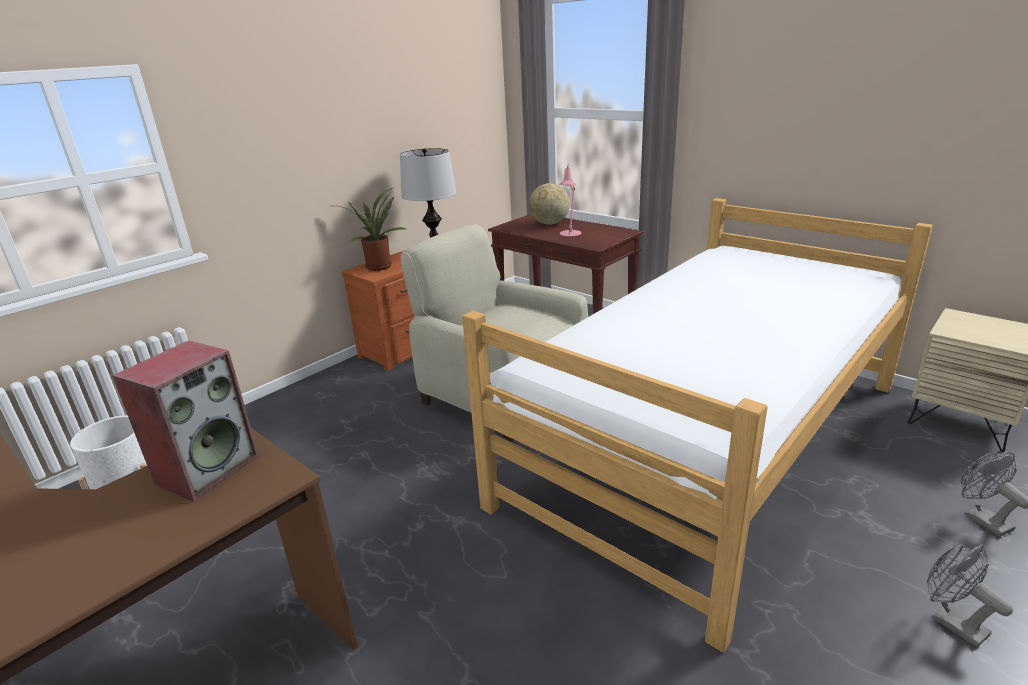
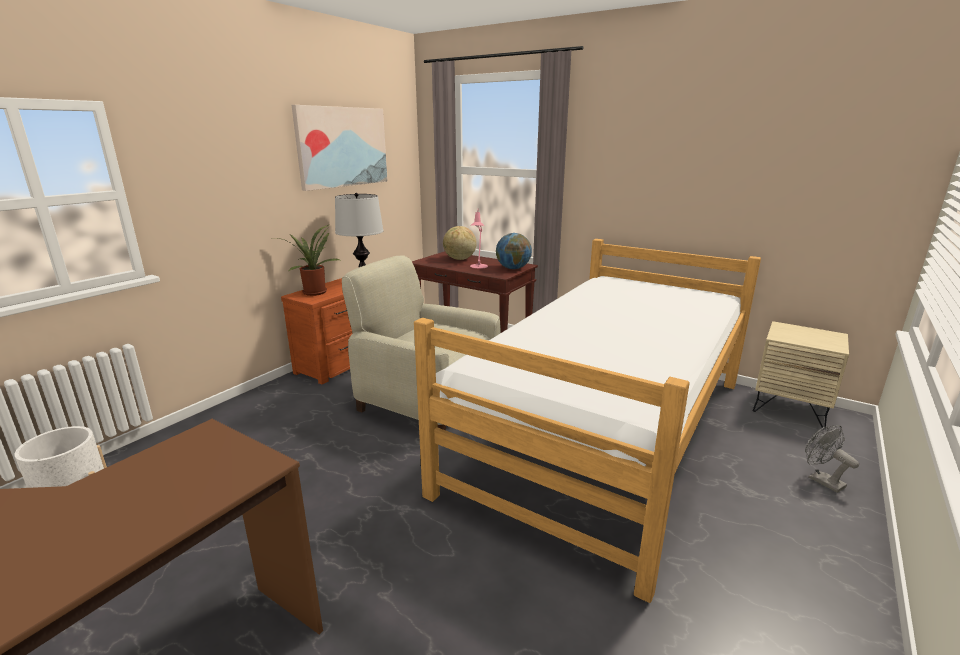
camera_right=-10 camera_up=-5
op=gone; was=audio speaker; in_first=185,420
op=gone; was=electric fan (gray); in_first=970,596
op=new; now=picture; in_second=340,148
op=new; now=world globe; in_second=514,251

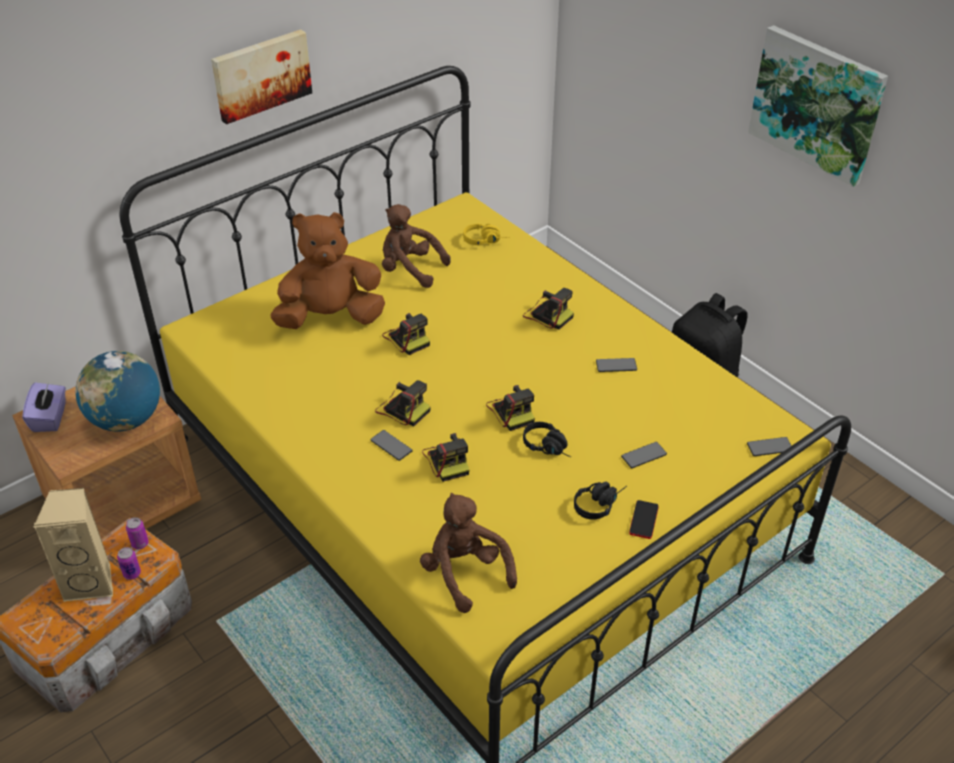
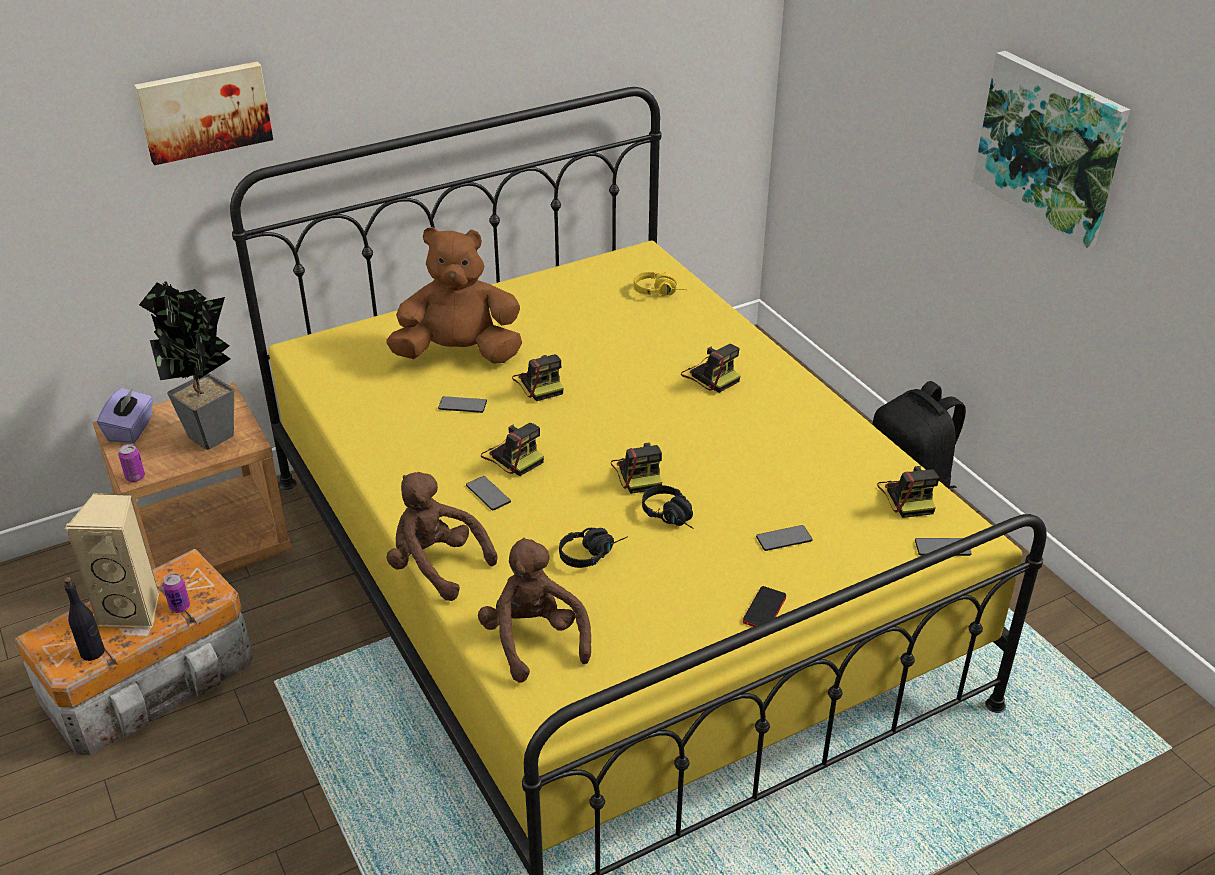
camera_right=10 camera_up=-5
op=shifted; was=picture; in_first=261,76; in_second=203,113
op=shifted; was=plush toy (brown); in_first=416,246; in_second=442,536
op=swapped; was=world globe; now=plant in a pot; in_first=117,391; in_second=186,365
op=shifted; was=telephone; in_first=616,365; in_second=462,404
op=shifted; was=photo camera; in_first=445,457; in_second=908,492
op=shifted; was=headset (black); in_first=600,501; in_second=593,548
op=shifted; was=metal can; in_first=137,533; in_second=131,463
op=new; now=drink bottle (black); in_second=84,619

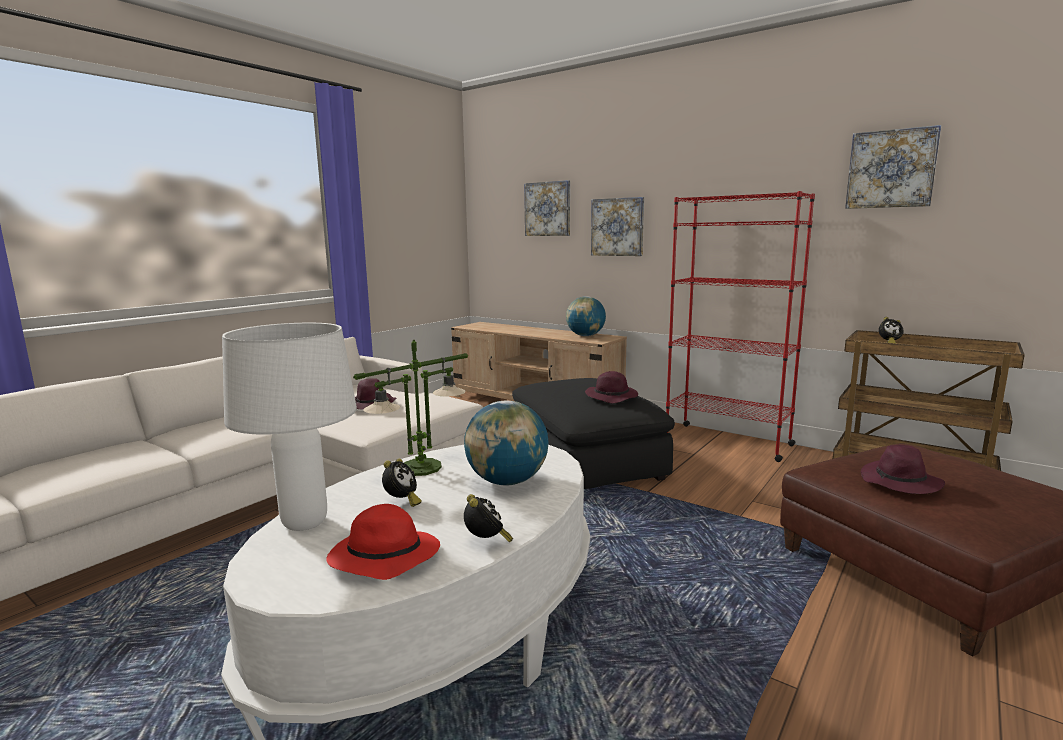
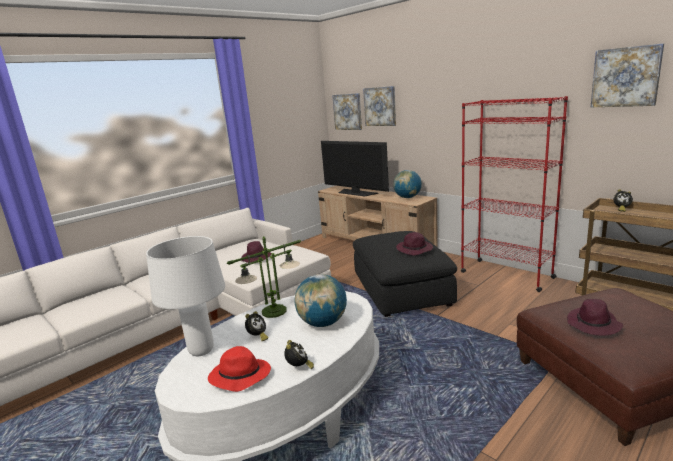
camera_right=10 camera_up=5
op=shifted; was=picture; in_first=617,226; in_second=347,111
op=new; now=TV; in_second=355,169

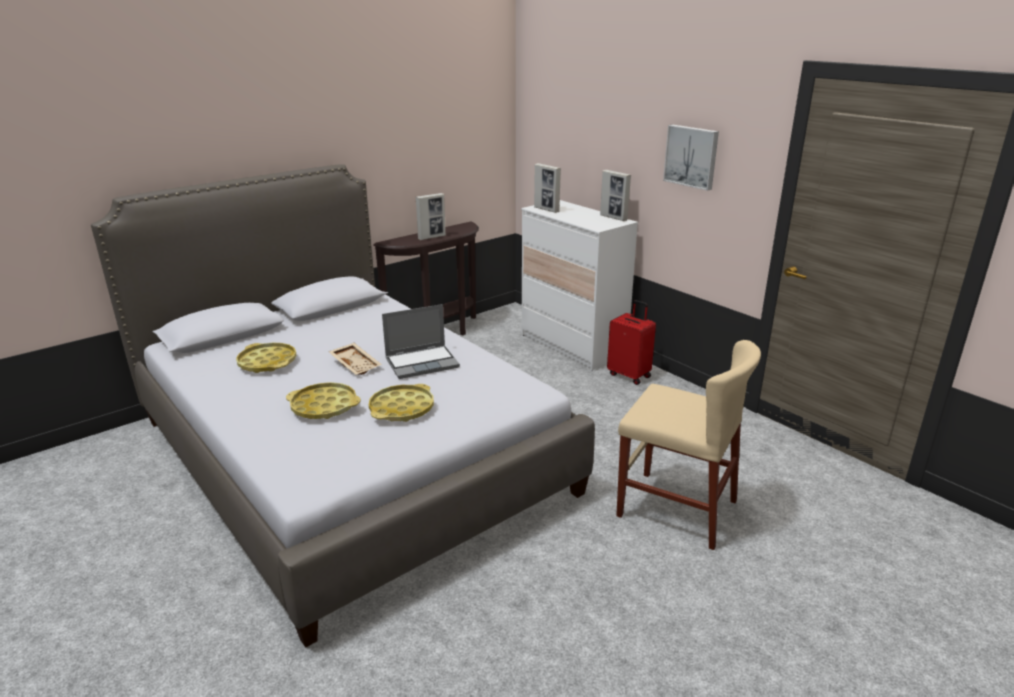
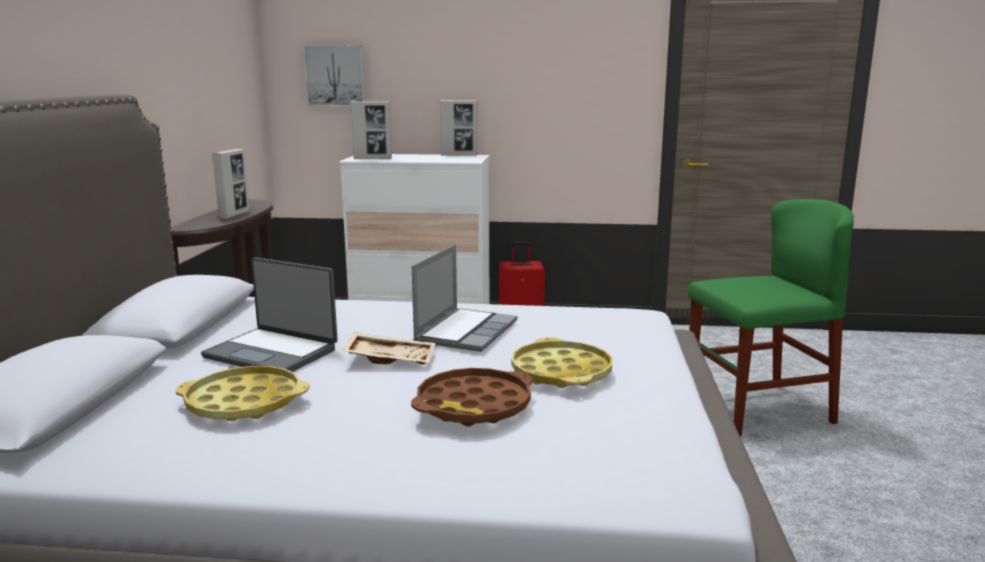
camera_right=-45 camera_up=-10
op=shifted; was=picture; in_first=691,158; in_second=334,76
op=repainted; was=upright chair (sand-coloured); now=upright chair (greenish); in_first=688,445; in_second=771,318
op=repainted; was=tray (yellow); now=tray (brown); in_first=323,400; in_second=472,397
op=new; now=portable computer; in_second=269,314

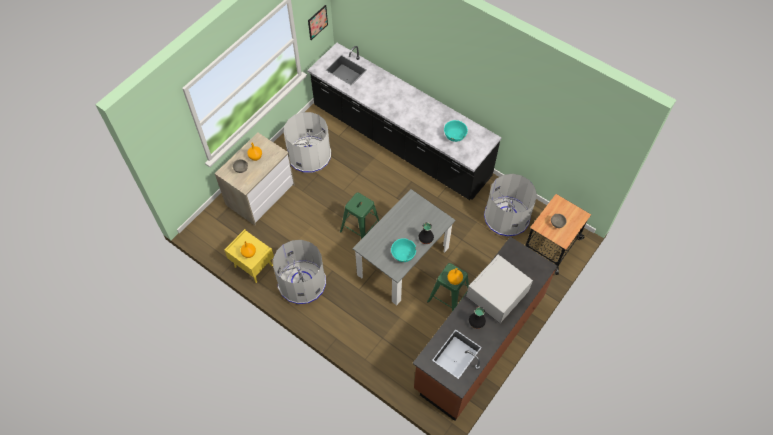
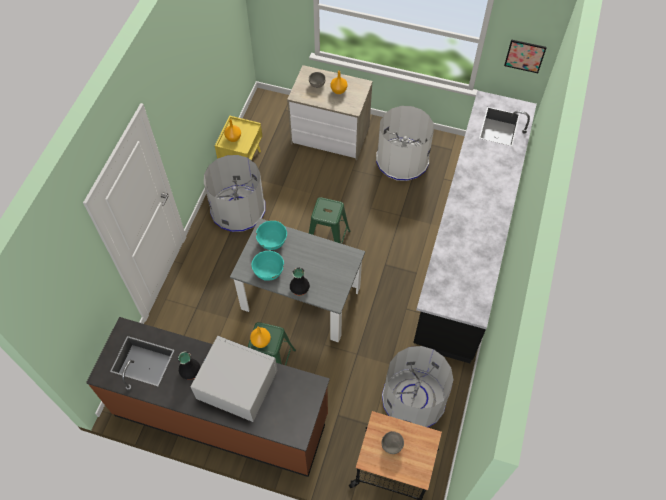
camera_right=70 camera_up=0
op=shifted; was=serving bowl (turquoise); in_first=456,131; in_second=271,235

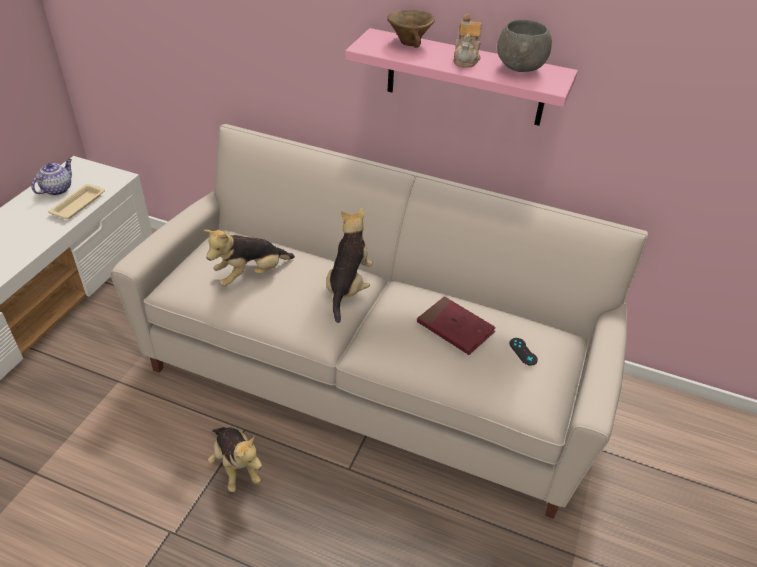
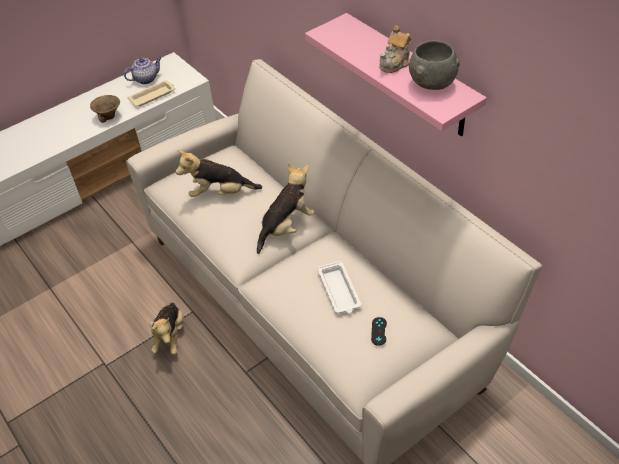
camera_right=35 camera_up=5
op=shifted; was=serving bowl (brown); in_first=411,28; in_second=105,109
op=swapped; was=bound book (reddish); now=tray (white); in_first=456,325; in_second=339,287

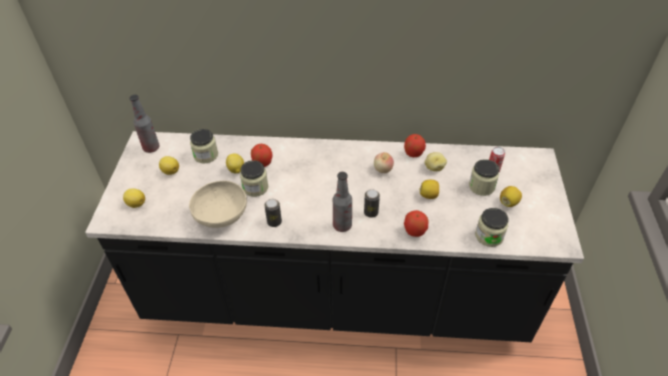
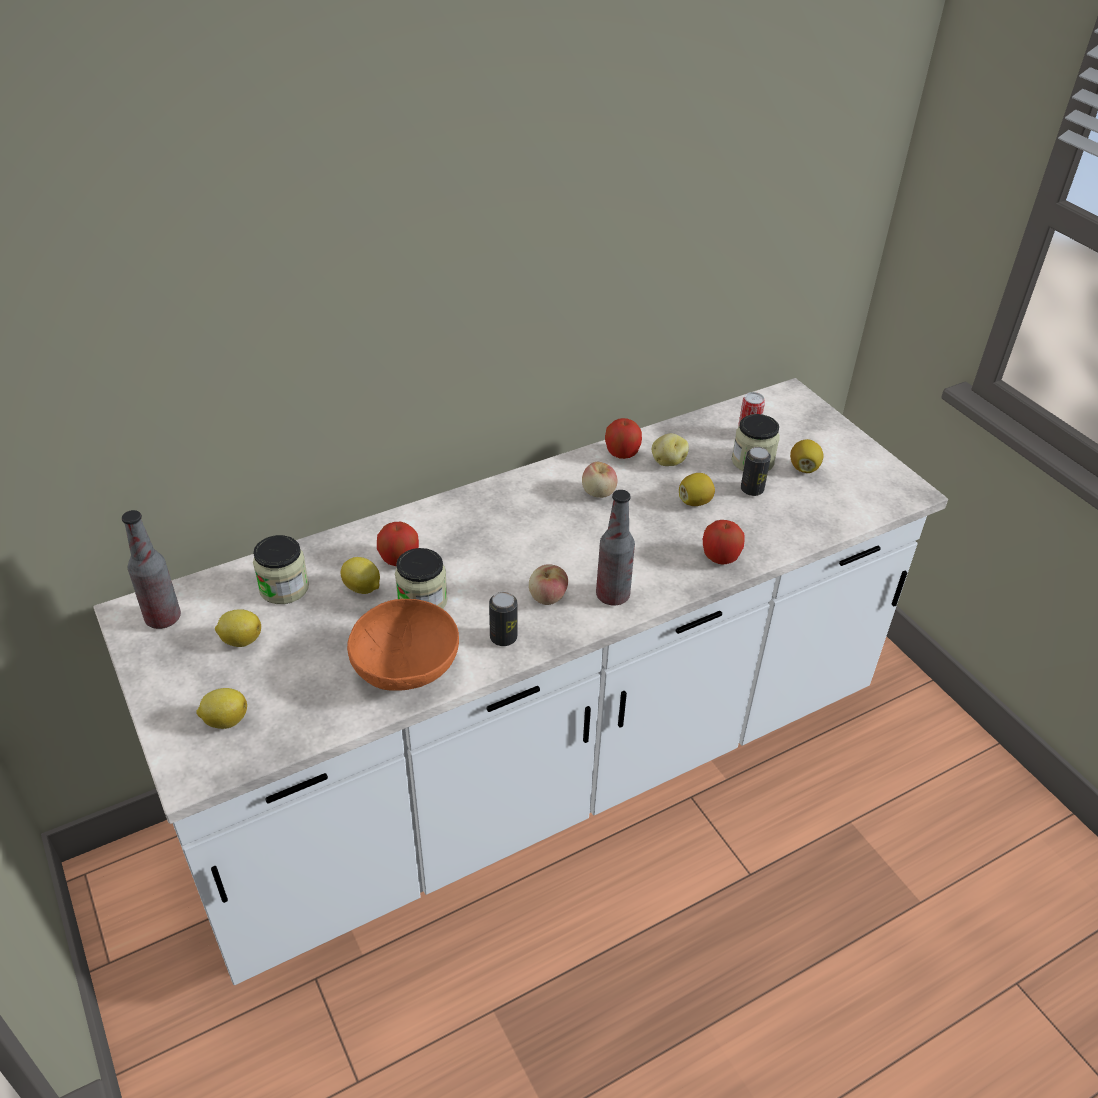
camera_right=-35 camera_up=-5
op=repainted; was=kitchen base unit (black); now=kitchen base unit (white); in_first=334,236; in_second=520,681
op=repainted; was=serving bowl (sand-coloured); now=serving bowl (orange-coloured); in_first=218,204; in_second=403,645
op=shifted; was=metal can; in_first=372,203; in_second=756,471
op=gone; was=jar; in_first=492,227
op=new; now=apple; in_second=548,584

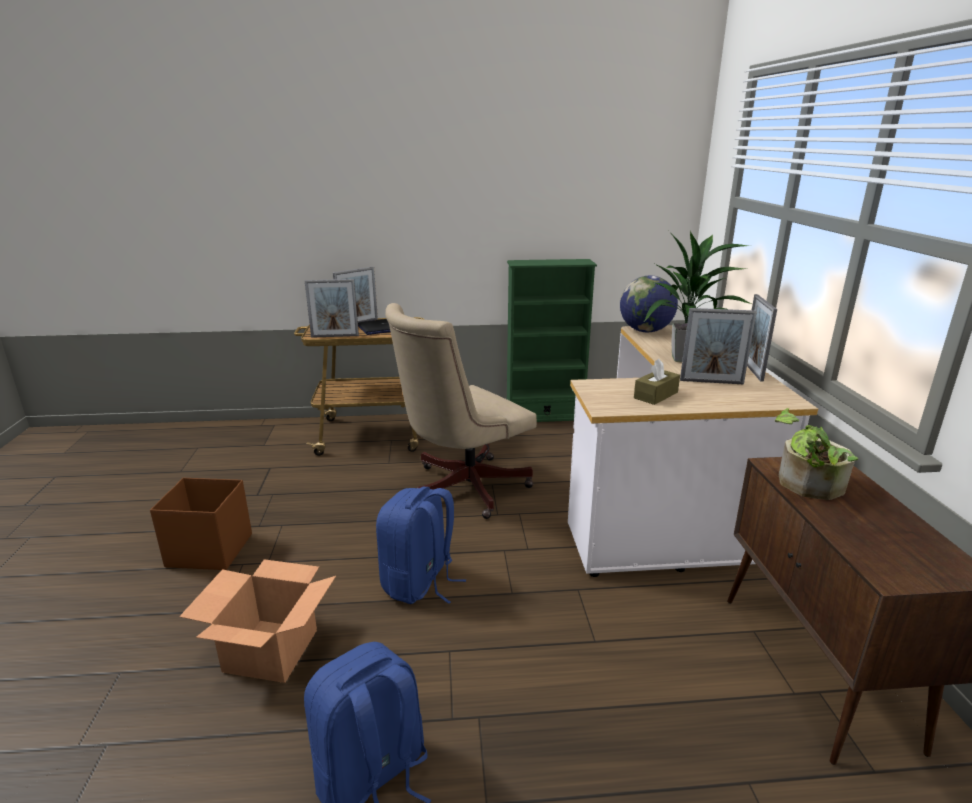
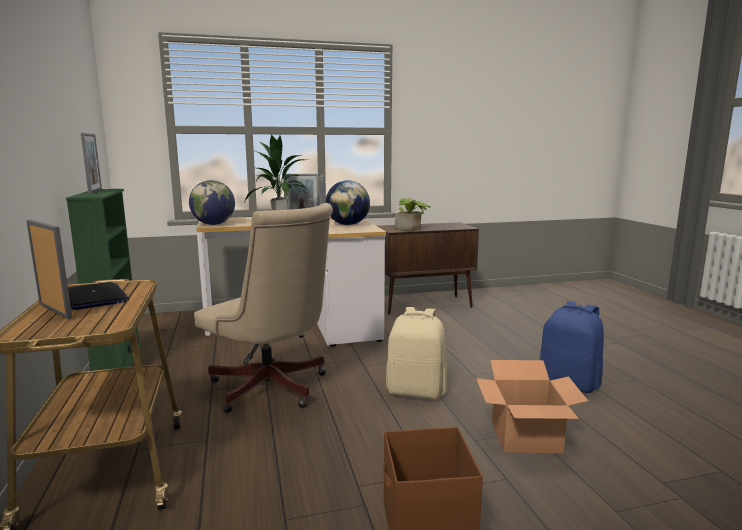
camera_right=-100 camera_up=-10
op=shifted; was=photo frame; in_first=332,308; in_second=91,163
op=swapped; was=box of tissues (brown); now=world globe; in_first=657,382; in_second=347,202
op=repainted; was=rucksack (blue-coloured); now=rucksack (sand-coloured); in_first=421,545; in_second=416,353

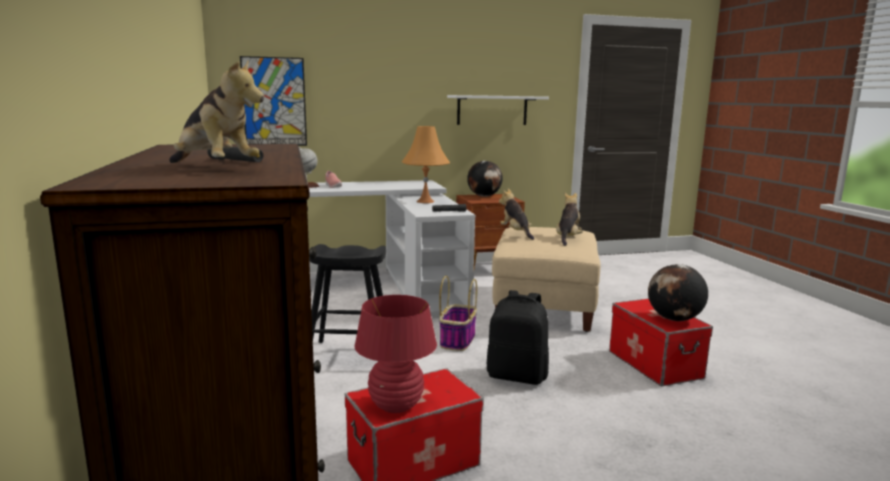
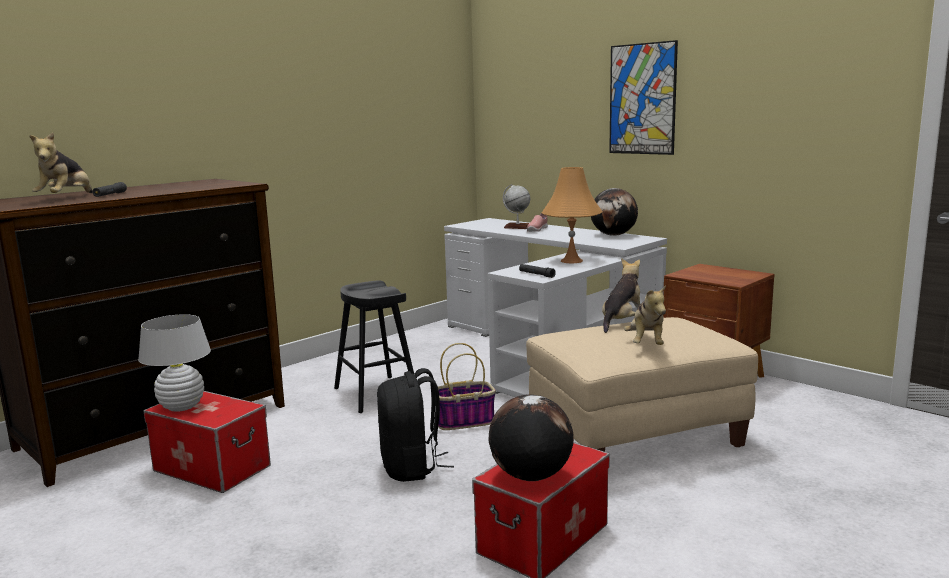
camera_right=60 camera_up=0
op=shifted; was=picture; in_first=273,101; in_second=643,97
op=gone; was=bracket shelf (white); in_first=498,110
op=shifted; was=world globe; in_first=485,179; in_second=614,212
op=rotated; was=plush toy; in_first=569,219; in_second=645,315; clockwise=105
op=repainted; was=table lamp (reddish); now=table lamp (white); in_first=395,354; in_second=174,363

